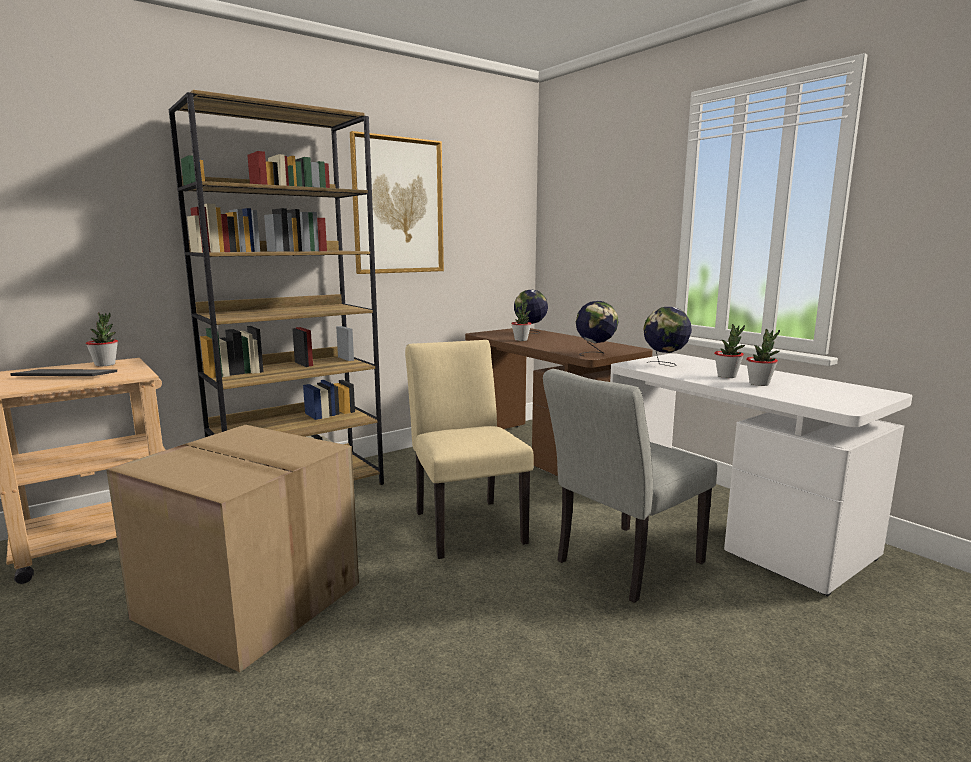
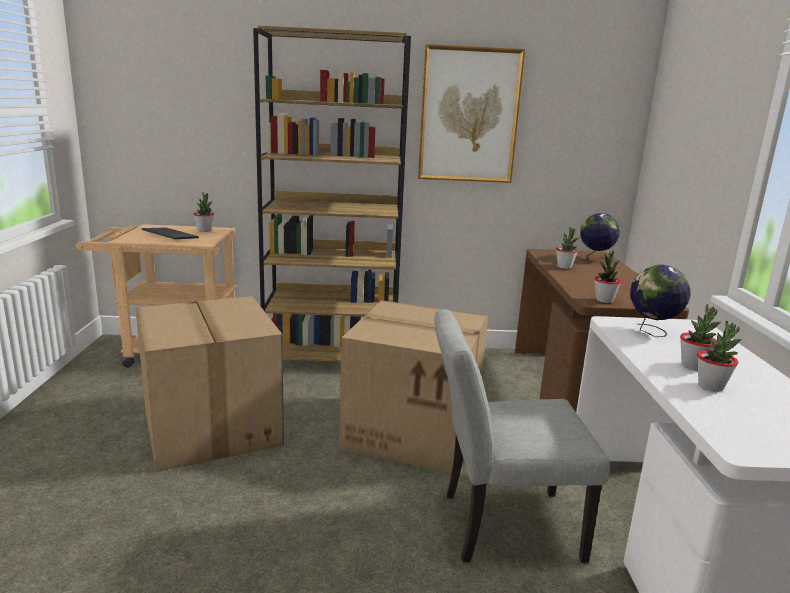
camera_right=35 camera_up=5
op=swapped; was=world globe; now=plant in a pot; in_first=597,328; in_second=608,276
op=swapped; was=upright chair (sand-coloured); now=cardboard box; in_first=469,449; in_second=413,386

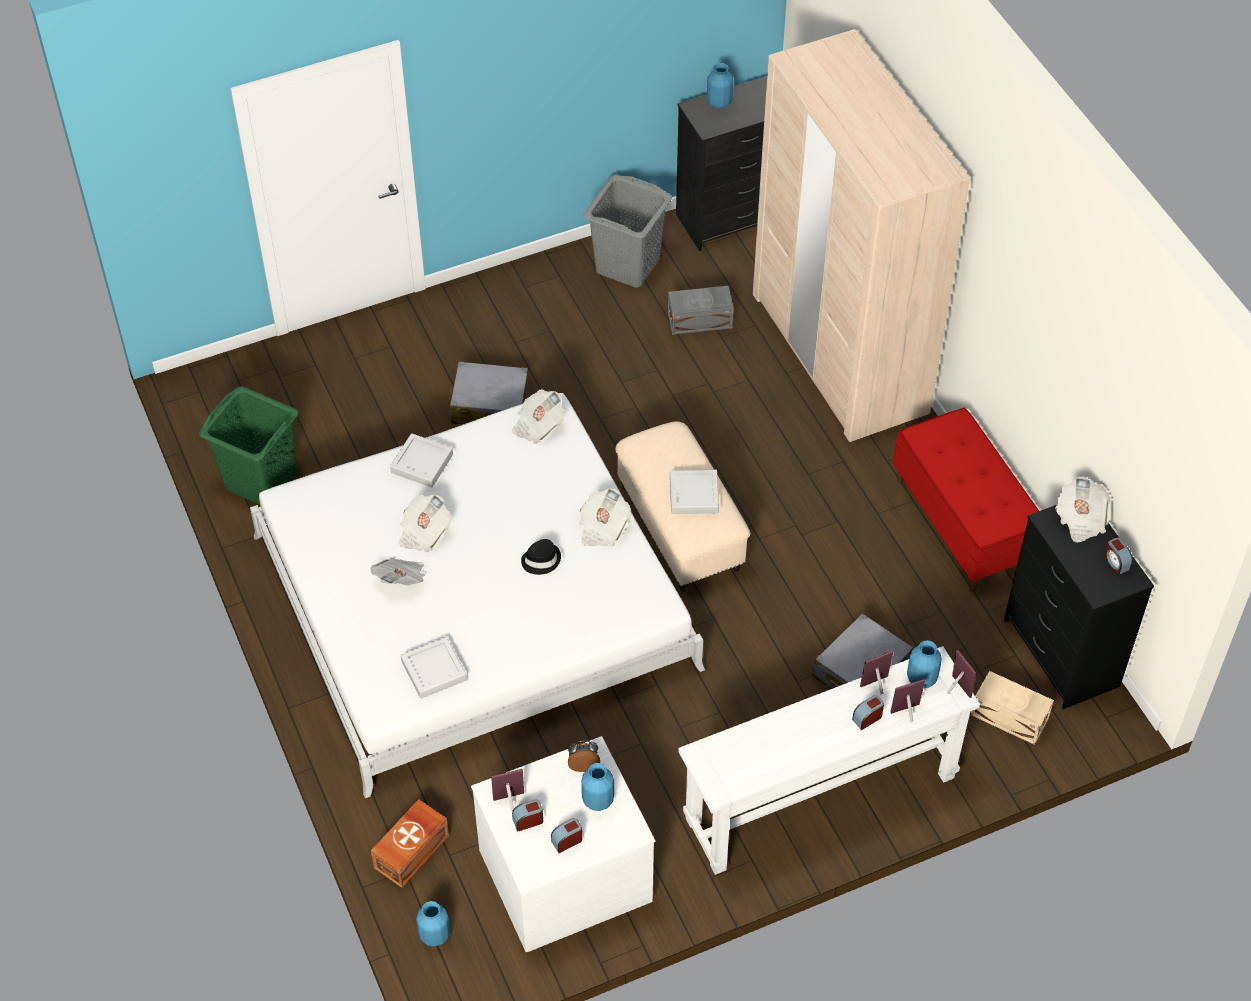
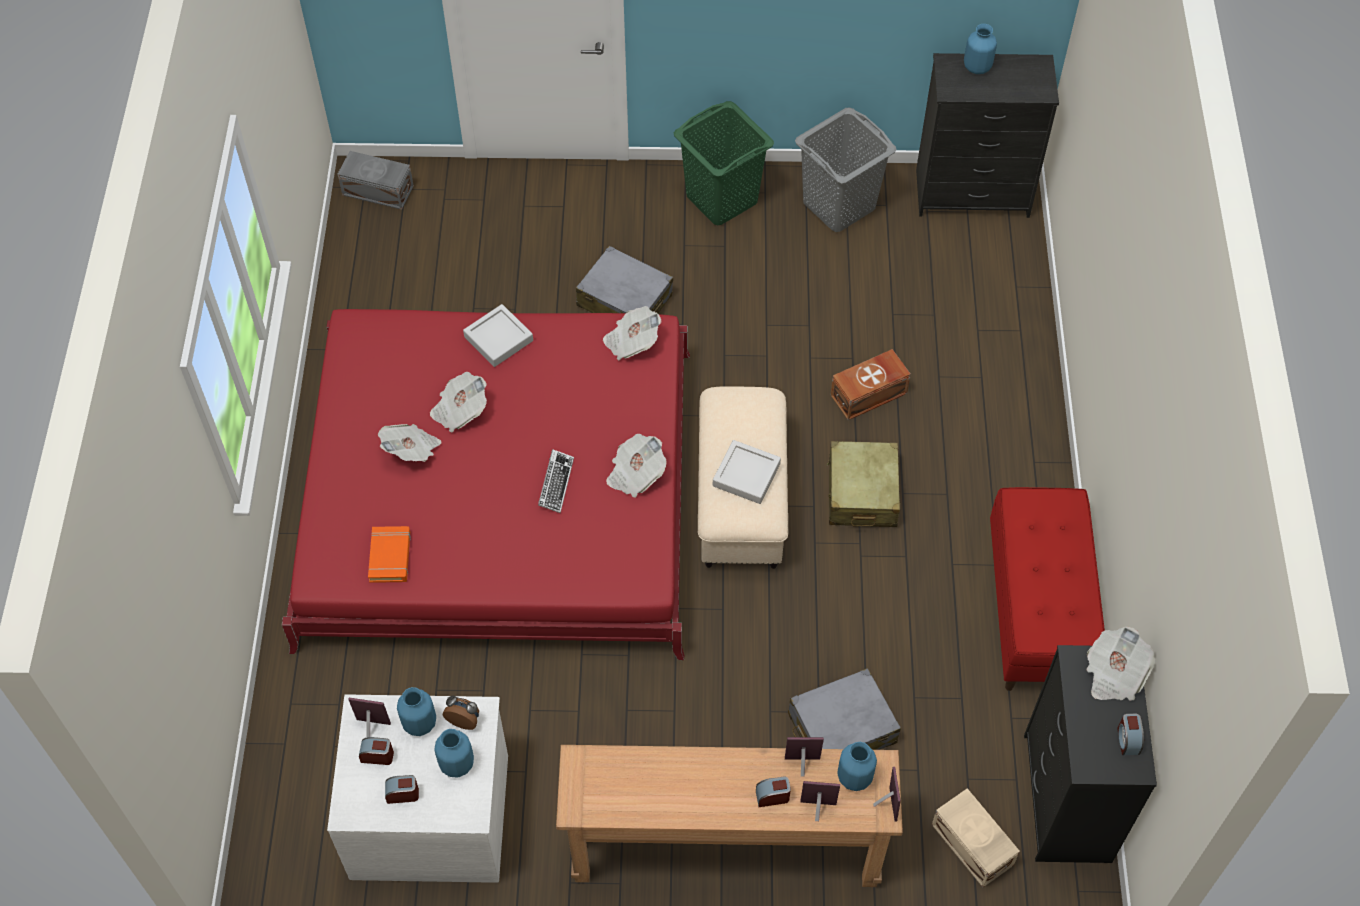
camera_right=25 camera_up=5
op=gone; was=armoire (sand-coloured); in_first=861,235
op=shifted; was=storage container (gray); in_first=700,310; in_second=376,180
op=shifted; was=laundry basket (greenish); in_first=248,445; in_second=724,163
op=repainted; was=bedroom bed (white); now=bedroom bed (reddish); in_first=477,595; in_second=486,484
op=swapped; was=clothing hat (black); now=keyboard; in_first=541,557; in_second=556,481
op=swapped; was=tray (gray); now=bound book (orange-coloured); in_first=434,668; in_second=389,554
op=repainted; was=console table (white); now=console table (brown); in_first=829,760; in_second=729,816
op=shifted; was=storage container (brown); in_first=410,843; in_second=870,384
op=shifted; was=vase (blue-coloured); in_first=433,923; in_second=416,711
op=new; now=travel case (sand-coloured); in_second=863,484

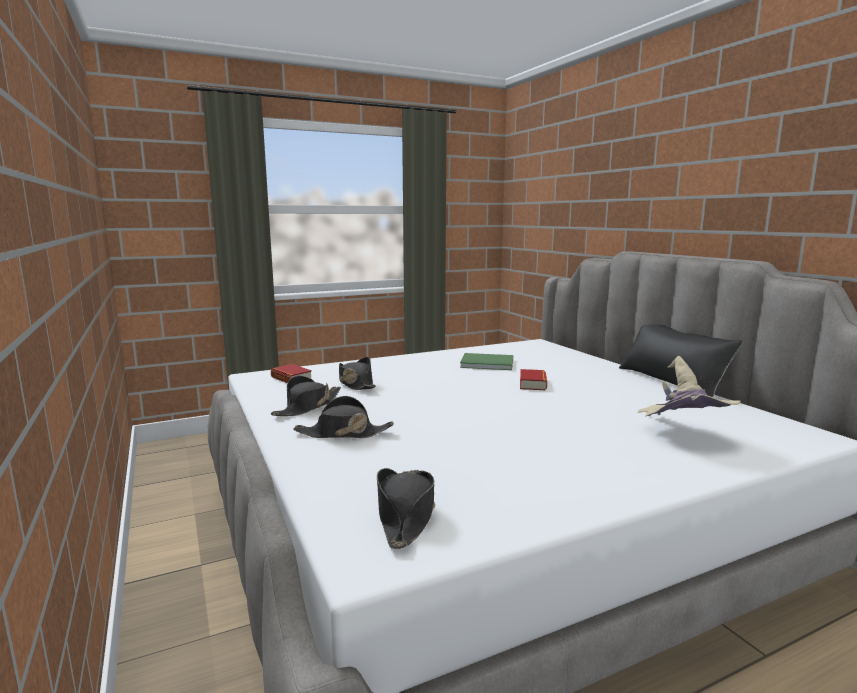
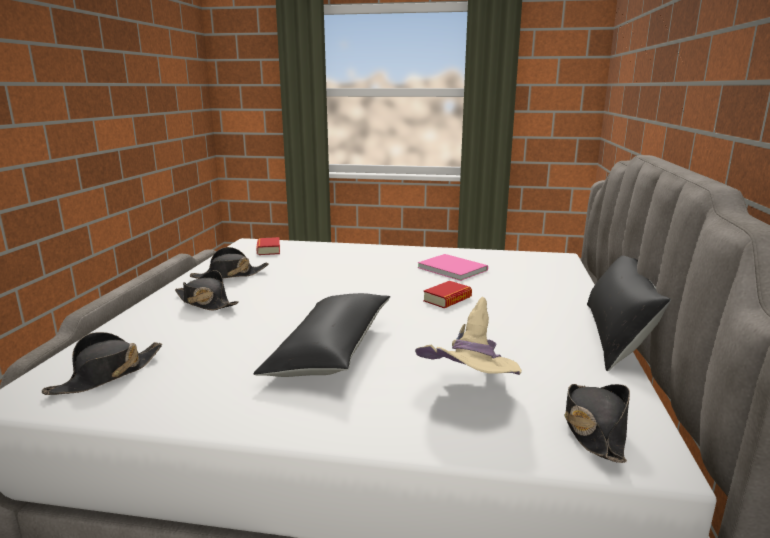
camera_right=35 camera_up=5
op=repainted; was=bound book (greenish); now=bound book (pink); in_first=486,361; in_second=453,267
op=shifted; was=clothing hat (black); in_first=357,373; in_second=597,423
op=new; now=throw pillow (black); in_second=321,335

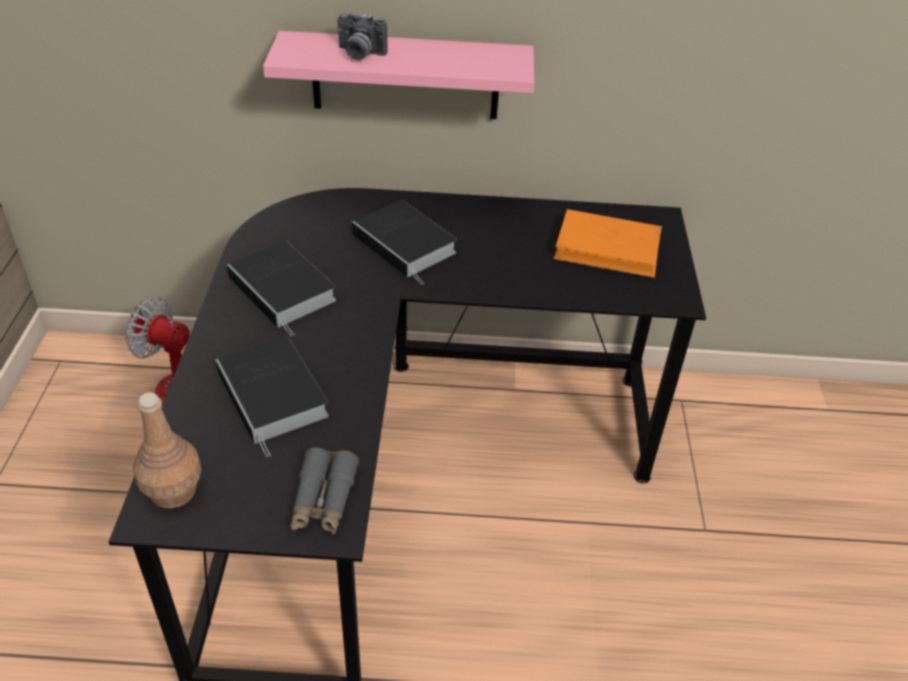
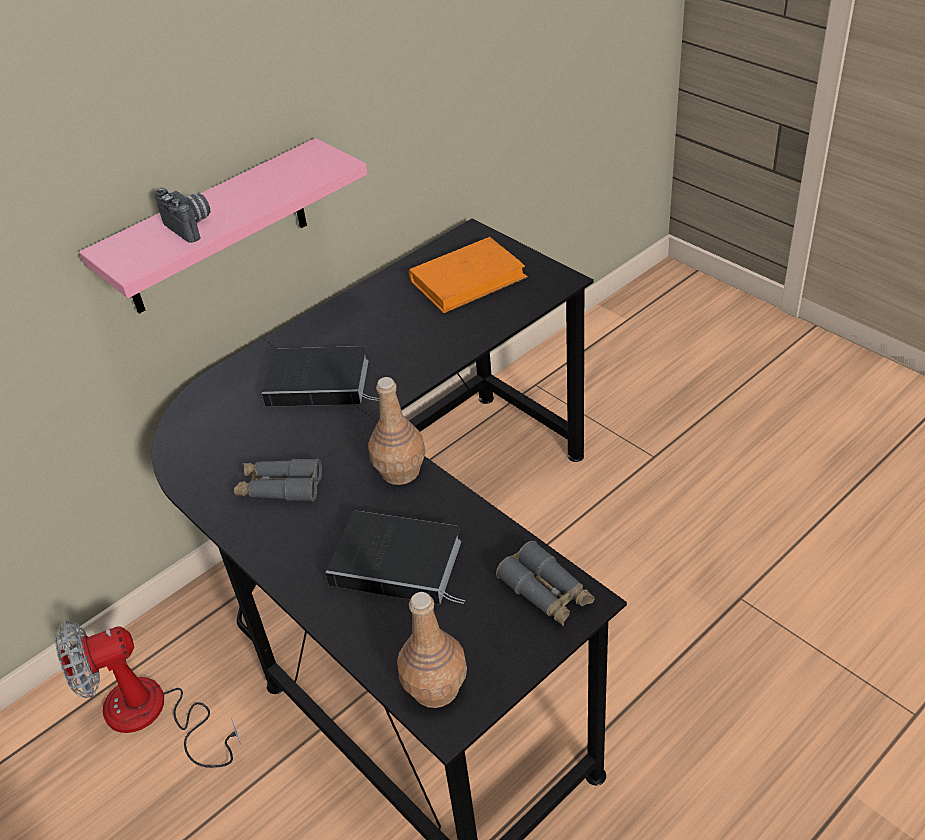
camera_right=-40 camera_up=0
op=rotated; was=photo camera; in_first=362,36; in_second=182,215; clockwise=-105
op=swapped; was=bound book; now=pair of binoculars (gray); in_first=281,288; in_second=278,480
op=new; now=drink bottle (brown); in_second=397,431

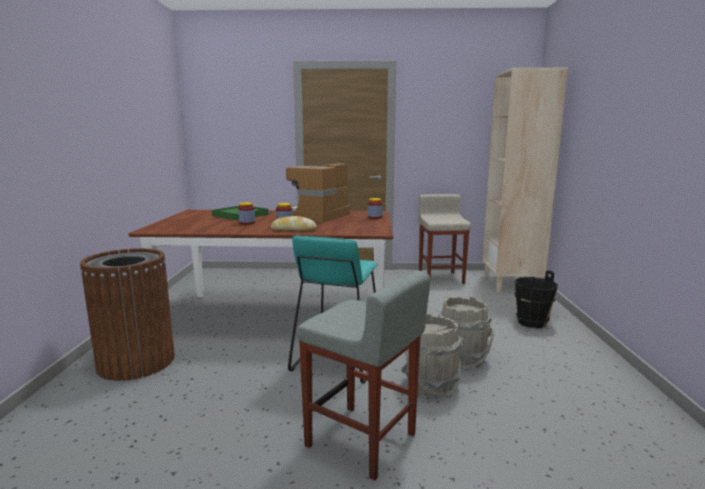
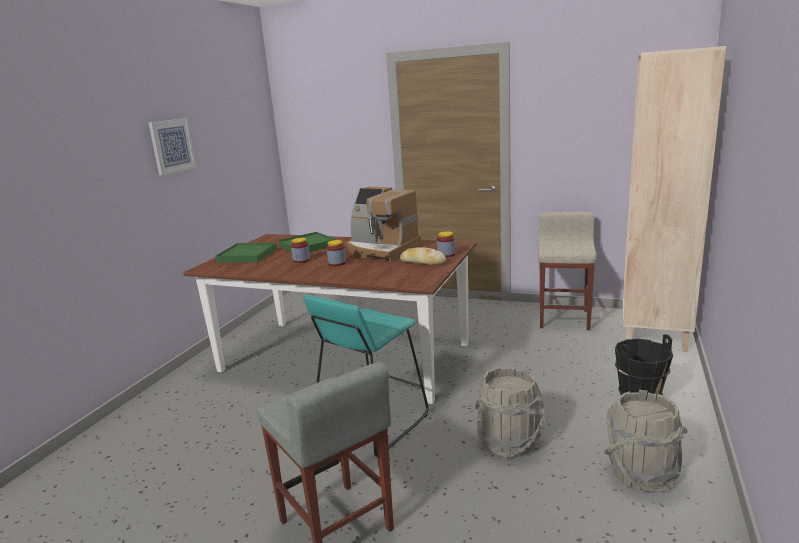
camera_right=20 camera_up=5
op=rotated; was=coffee brewer; in_first=318,193; in_second=383,224; clockwise=-105
op=shifted; was=bakery bread; in_first=294,223; in_second=423,256
op=gone; was=rubbish bin (brown); in_first=127,314
op=shifted; was=pail (gray); in_first=433,356; in_second=646,441
op=new; now=picture; in_second=172,146
op=new; now=tray (greenish); in_second=246,253

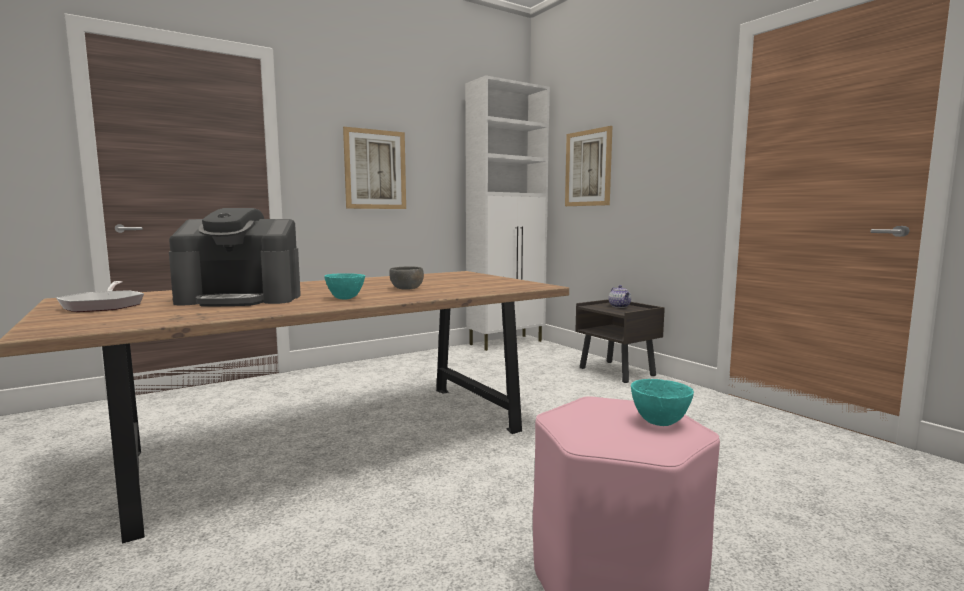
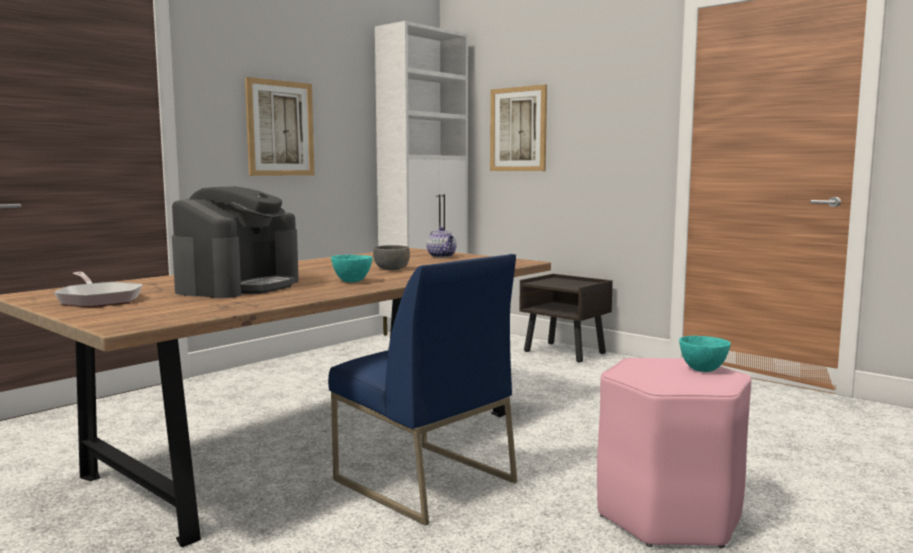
camera_right=-15 camera_up=0
op=rotated; was=coffee brewer; in_first=235,257; in_second=235,242; clockwise=-45
op=shifted; was=tea pot; in_first=619,296; in_second=441,242
op=new; now=upright chair (blue-coloured); in_second=422,389

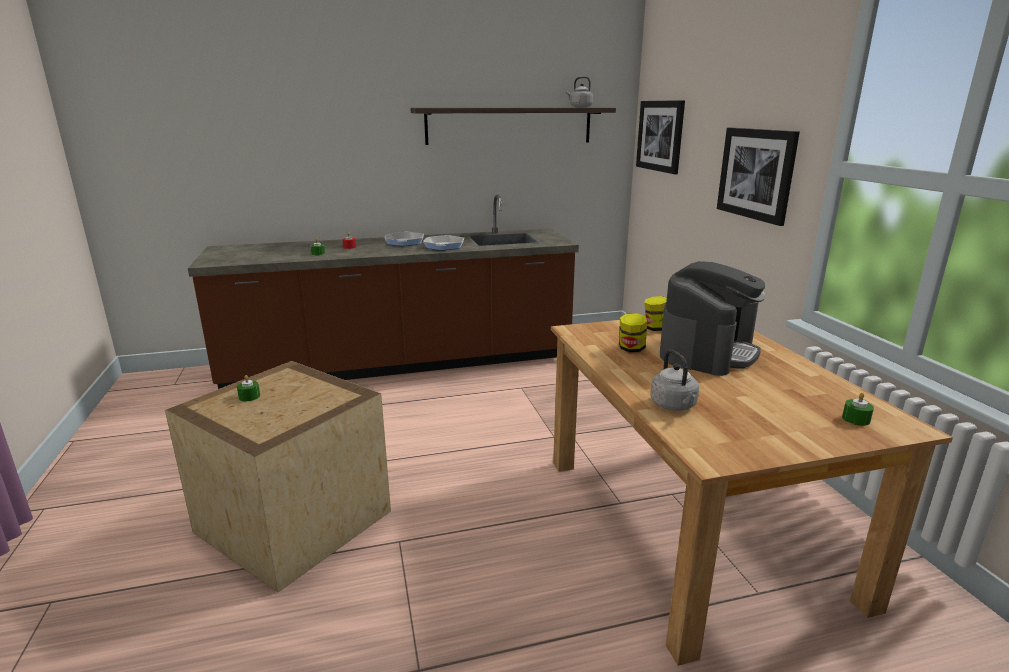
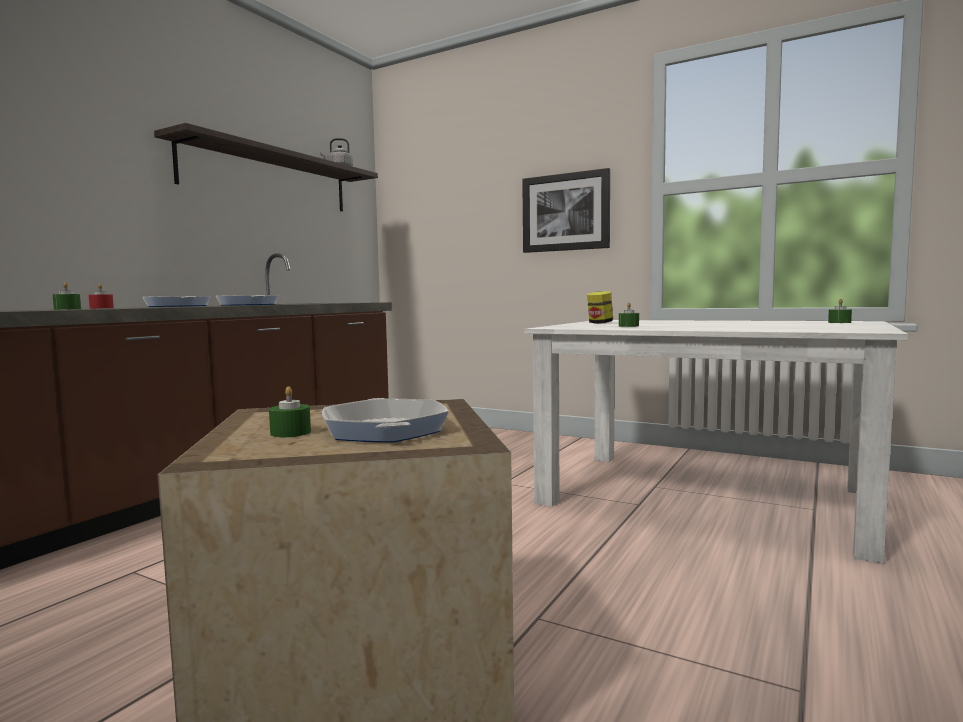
camera_right=-45 camera_up=-15
op=gone; was=picture; in_first=660,137
op=gone; was=coffee brewer; in_first=712,318
op=swapped; was=jar; now=wax candle (greenish); in_first=633,332; in_second=629,314
op=repainted; was=kitchen table (brown); now=kitchen table (white); in_first=752,493; in_second=716,442
op=gone; was=tea kettle (gray); in_first=674,380
op=new; now=frying pan; in_second=385,420

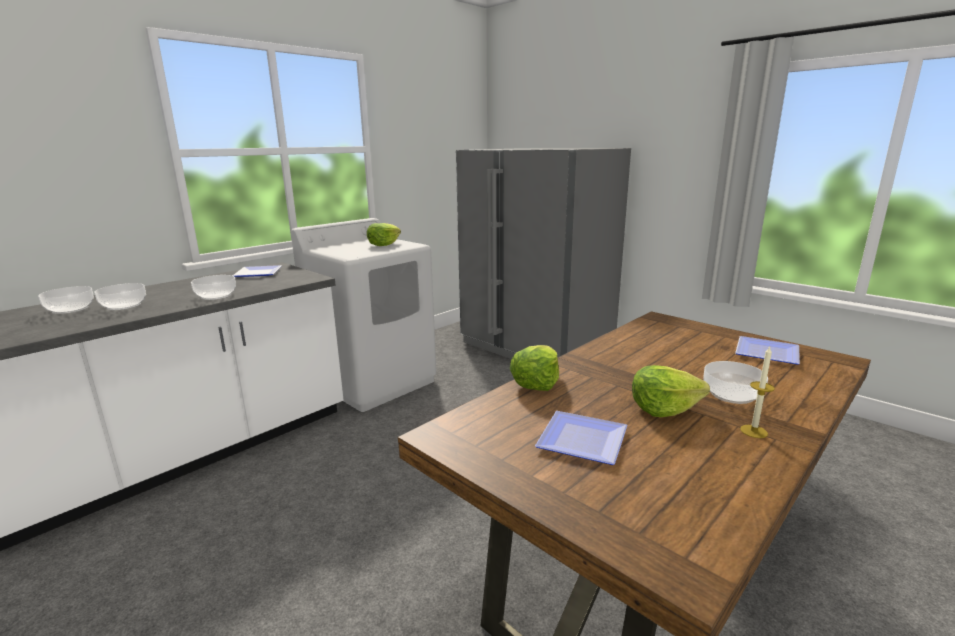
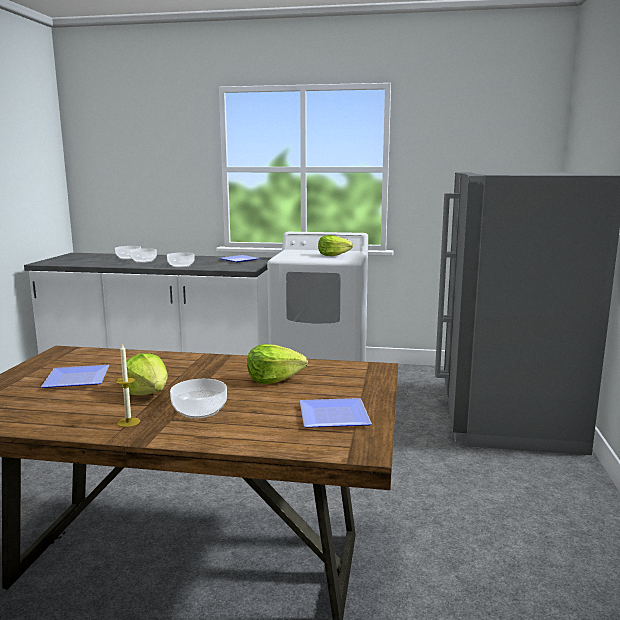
camera_right=55 camera_up=-5
op=shifted; was=lettuce head; in_first=534,368; in_second=277,364

